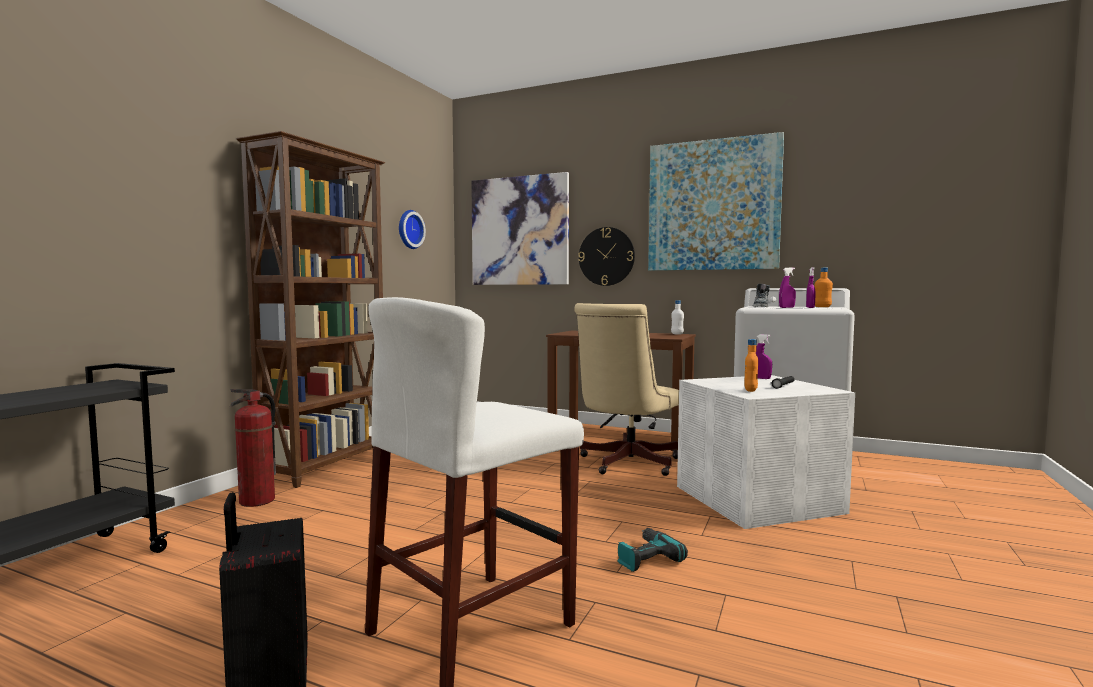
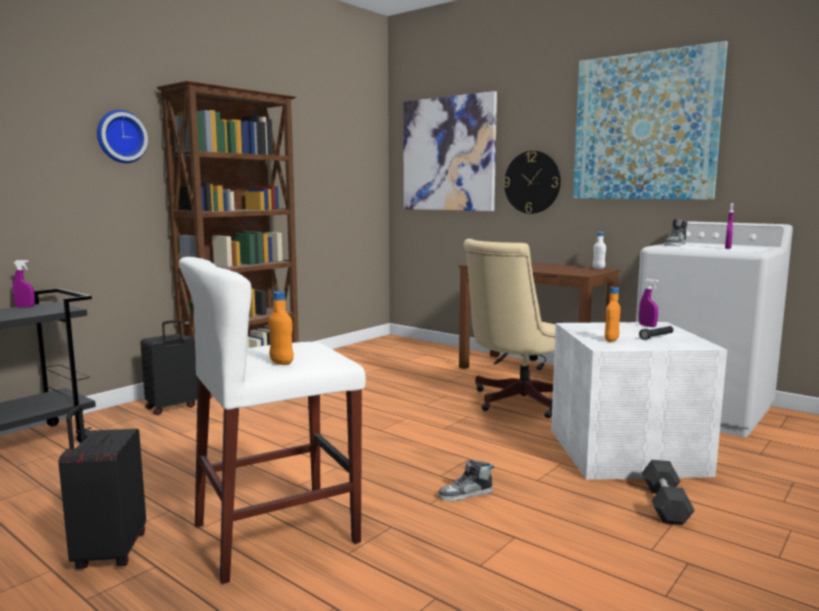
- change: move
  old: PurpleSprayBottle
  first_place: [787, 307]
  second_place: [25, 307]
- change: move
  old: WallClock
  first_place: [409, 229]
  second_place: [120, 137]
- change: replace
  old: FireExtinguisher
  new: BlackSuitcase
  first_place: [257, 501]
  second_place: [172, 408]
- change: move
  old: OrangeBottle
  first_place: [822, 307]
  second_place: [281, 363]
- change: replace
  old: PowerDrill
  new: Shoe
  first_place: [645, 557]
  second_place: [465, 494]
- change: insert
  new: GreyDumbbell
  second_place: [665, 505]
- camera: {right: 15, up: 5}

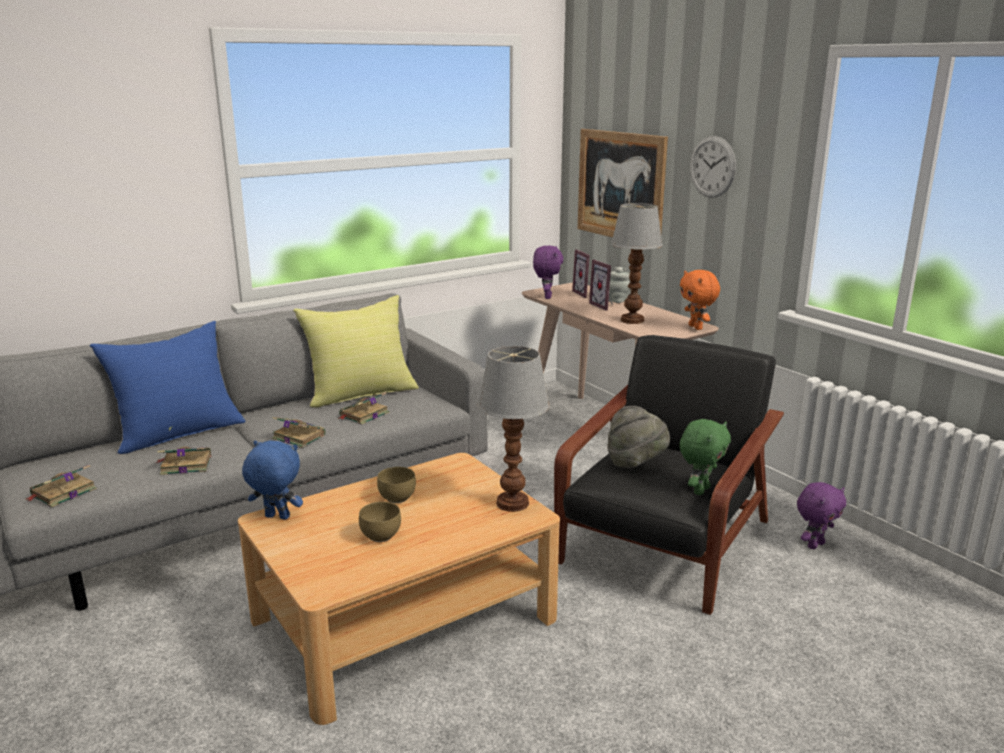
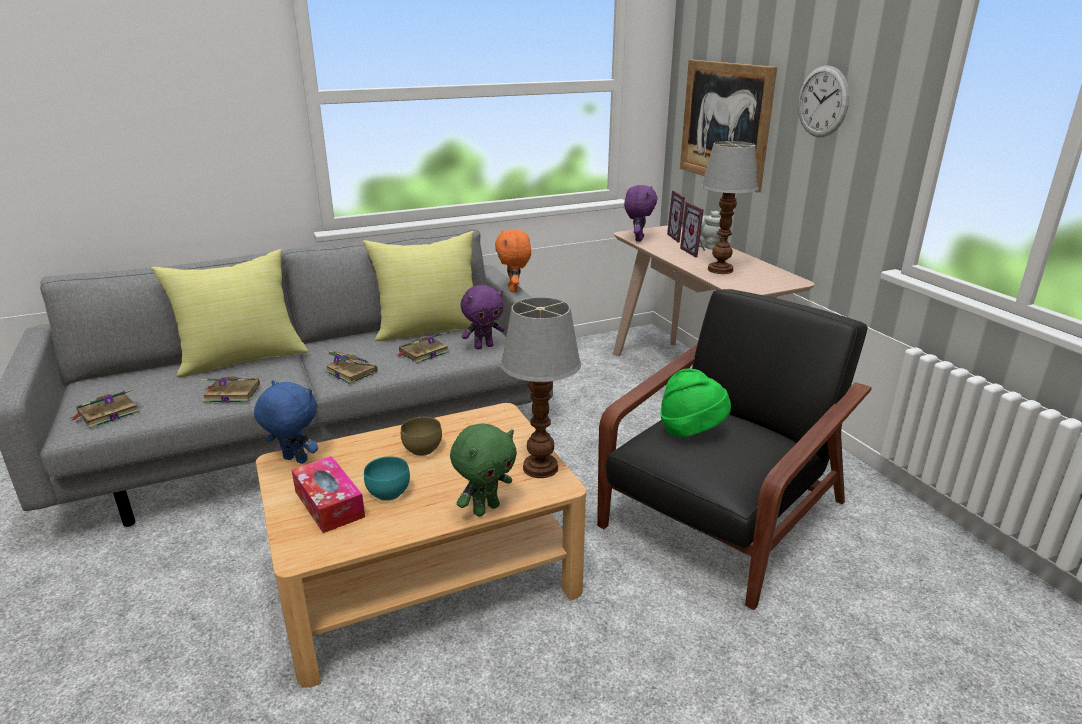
- change: recolor
  old: BluePillow
  new: YellowPillow
  first_place: [179, 433]
  second_place: [242, 358]
- change: insert
  new: TissueBox
  second_place: [329, 504]
- change: recolor
  old: BrownBowl
  new: TurquoiseBowl
  first_place: [380, 535]
  second_place: [389, 492]
- change: move
  old: GreenPlushToy
  first_place: [700, 490]
  second_place: [485, 509]
- change: move
  old: PurplePlushToy
  first_place: [815, 544]
  second_place: [483, 346]
- change: move
  old: OrangePlushToy
  first_place: [696, 327]
  second_place: [514, 289]
- change: recolor
  old: GreyHat
  new: GreenHat
  first_place: [636, 463]
  second_place: [691, 431]
- camera: {right: 10, up: 5}

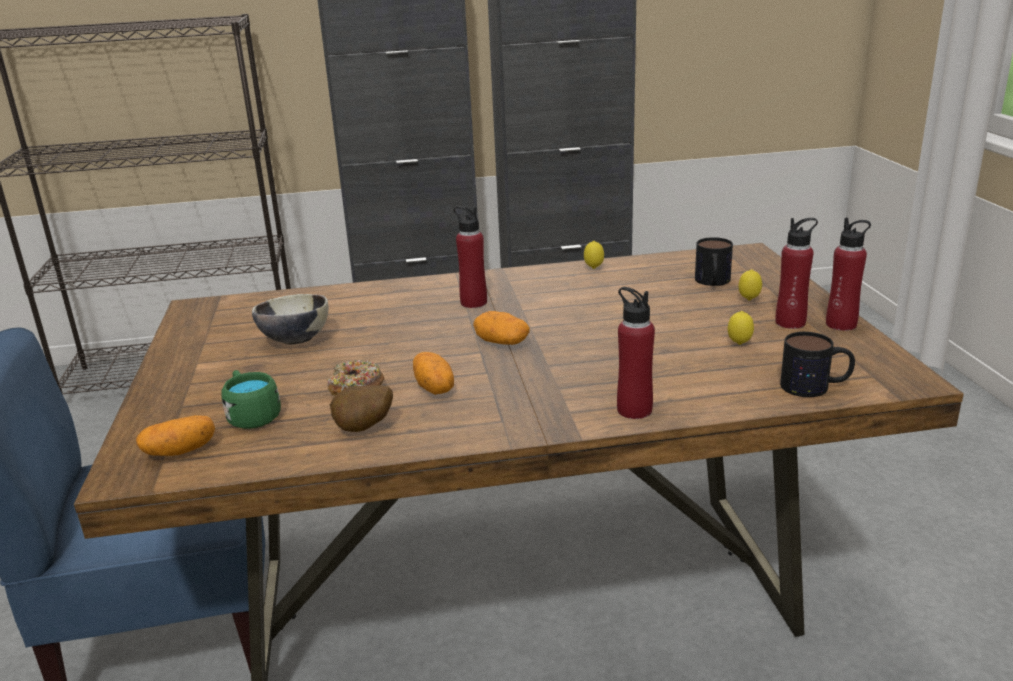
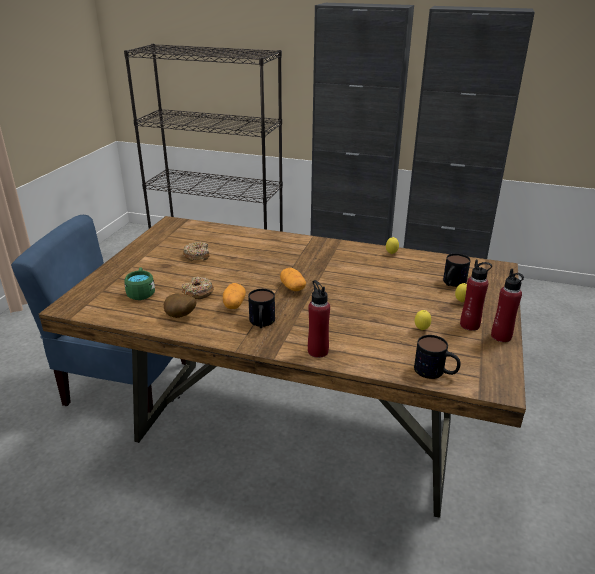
- change: replace
  old: Bowl
  new: Donut
  first_place: [295, 340]
  second_place: [197, 256]
- change: insert
  new: Mug
  second_place: [261, 323]
- change: delete
  old: Potato
  first_place: [180, 451]
- change: delete
  old: RedBottle
  first_place: [473, 302]
- camera: {right: 25, up: 5}

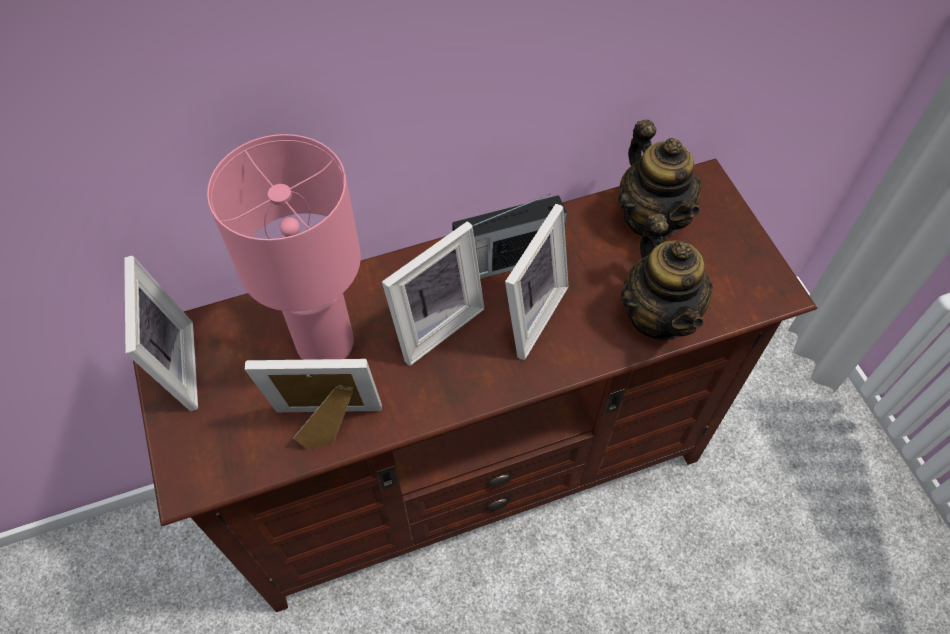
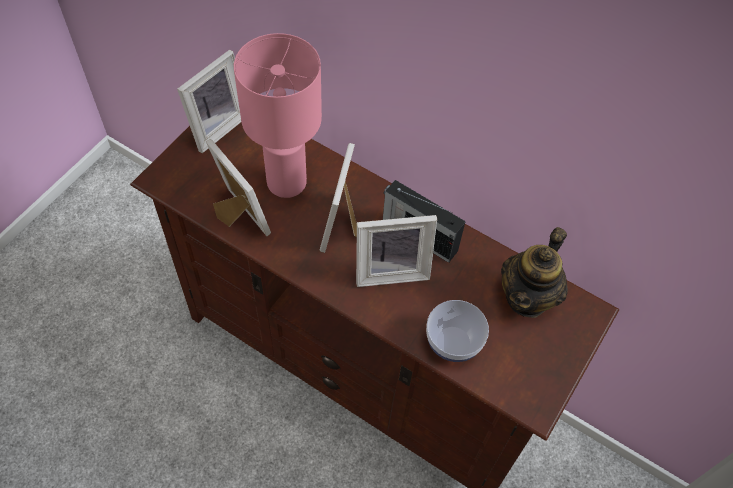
- change: rotate
  old: PictureFrame
  first_place: [433, 323]
  second_place: [343, 225]
  degrees: 90
- change: replace
  old: Teapot
  new: Bowl
  first_place: [658, 315]
  second_place: [453, 343]
- camera: {right: 50, up: 0}

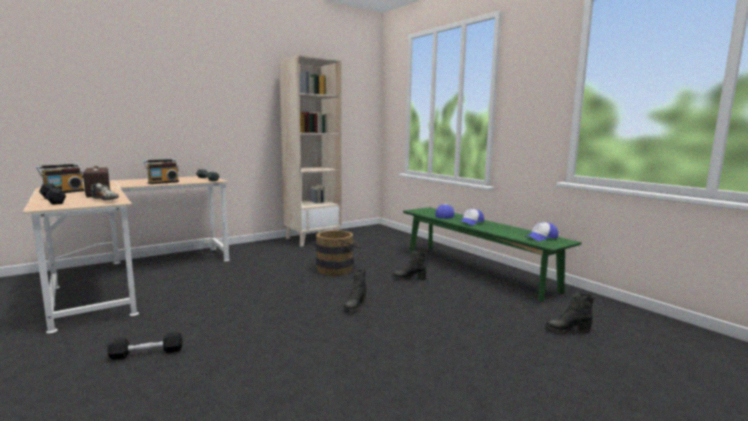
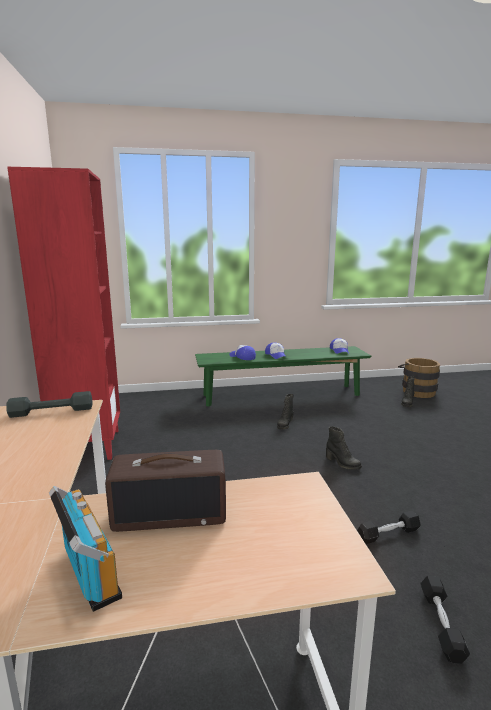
- change: recolor
  old: BeigeBookcase
  new: RedBookcase
  first_place: [312, 239]
  second_place: [88, 445]
- change: move
  old: BlackDumbbell
  first_place: [53, 200]
  second_place: [388, 534]
- change: move
  old: BrownBucket
  first_place: [338, 269]
  second_place: [417, 391]
- change: delete
  old: Shoe
  first_place: [105, 200]
- change: delete
  old: Radio
  first_place: [163, 182]
- camera: {right: -65, up: 5}

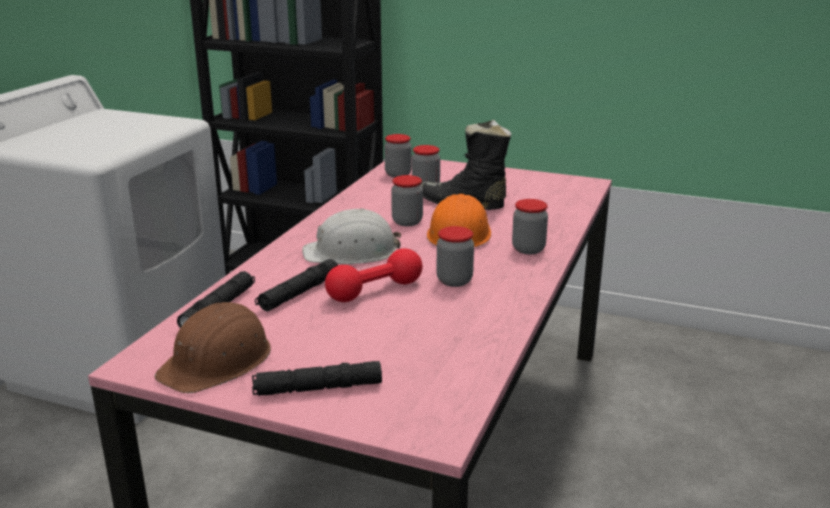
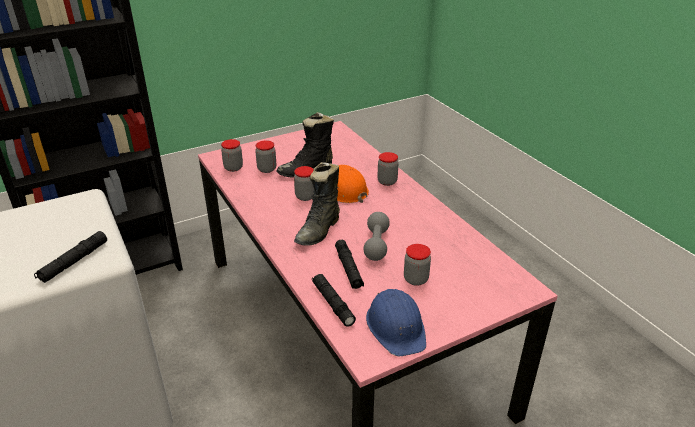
- change: move
  old: BlackFlashlight
  first_place: [317, 388]
  second_place: [74, 262]
- change: replace
  old: WhiteHardHat
  new: BlackBoot
  first_place: [351, 252]
  second_place: [319, 230]
- change: recolor
  old: RedDumbbell
  new: GreyDumbbell
  first_place: [375, 291]
  second_place: [376, 244]
- change: recolor
  old: BrownHardHat
  new: BlueHardHat
  first_place: [218, 361]
  second_place: [396, 327]
- change: move
  old: Jar
  first_place: [454, 280]
  second_place: [416, 279]
- camera: {right: -50, up: 10}

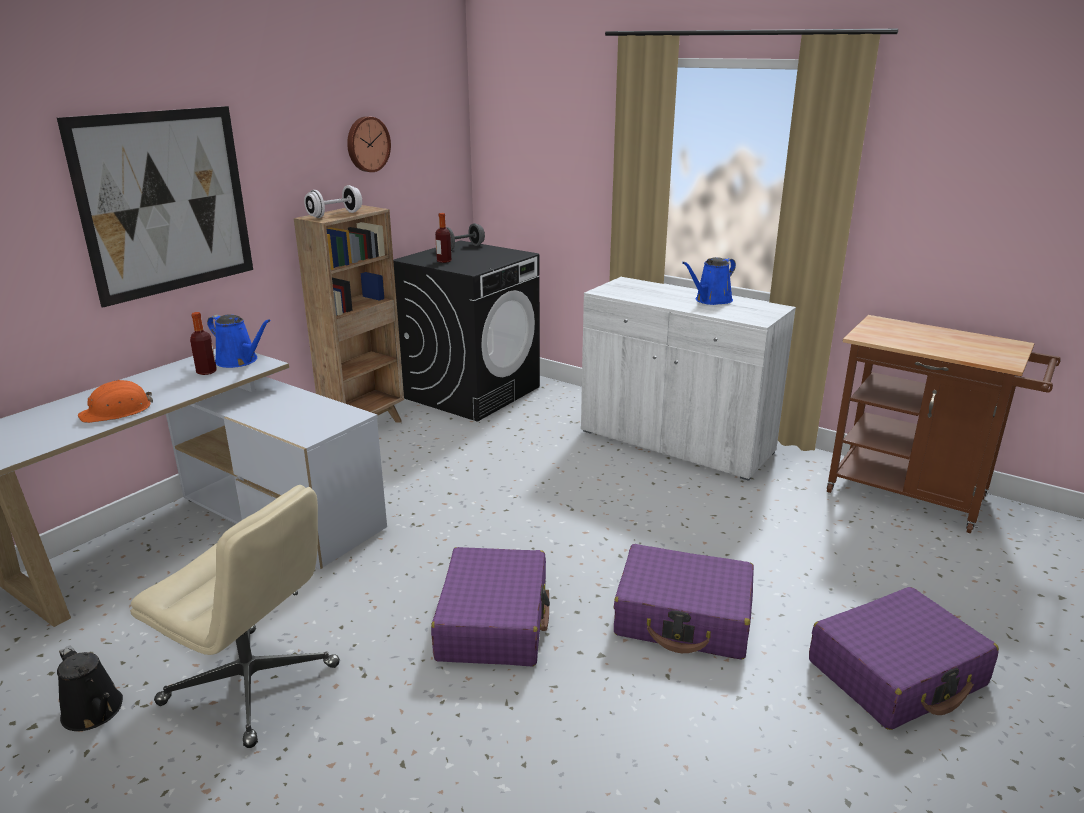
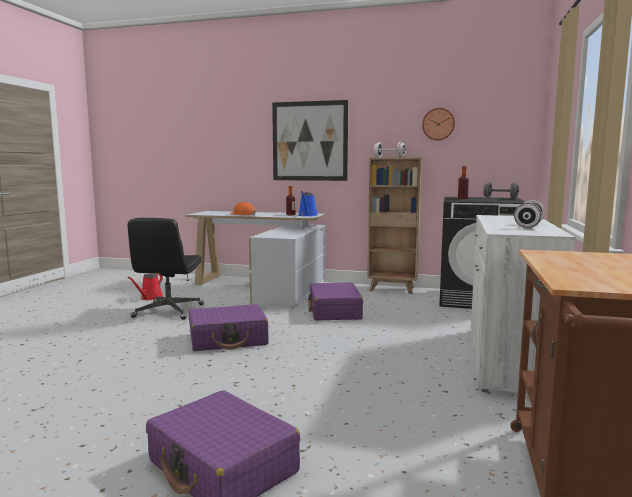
- change: recolor
  old: BlackWateringCan
  new: RedWateringCan
  first_place: [95, 712]
  second_place: [150, 298]
- change: recolor
  old: BeigeOfficeChair
  new: BlackOfficeChair
  first_place: [253, 685]
  second_place: [168, 311]
- change: move
  old: PurpleSuitcase
  first_place: [683, 617]
  second_place: [334, 311]
- change: replace
  old: BlueWateringCan
  new: WhiteDumbbell
  first_place: [711, 300]
  second_place: [528, 226]
- camera: {right: 70, up: -15}

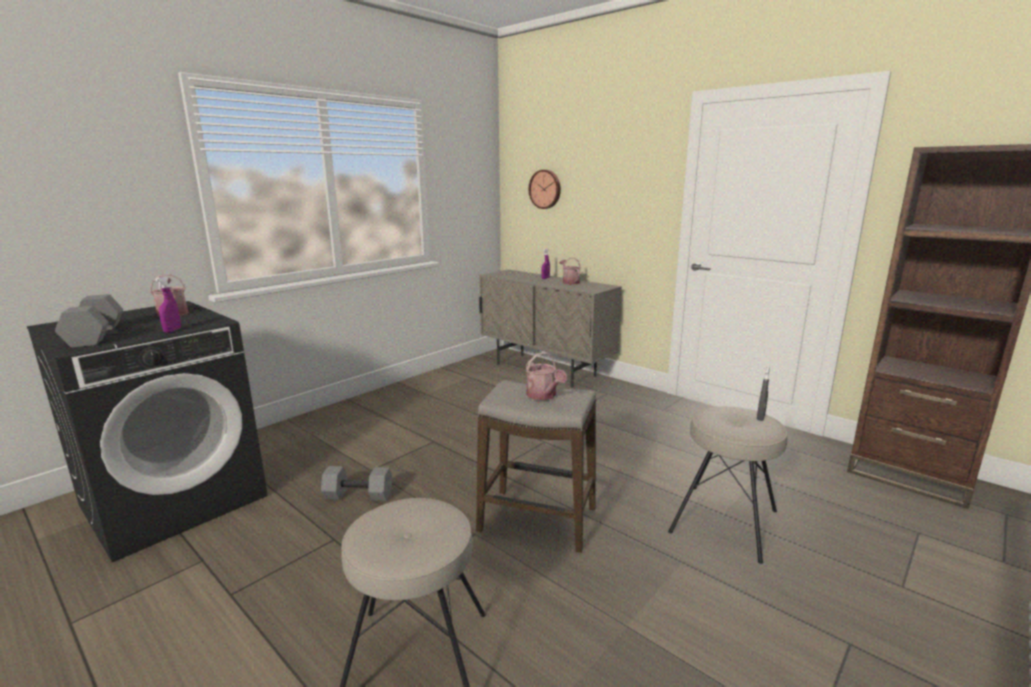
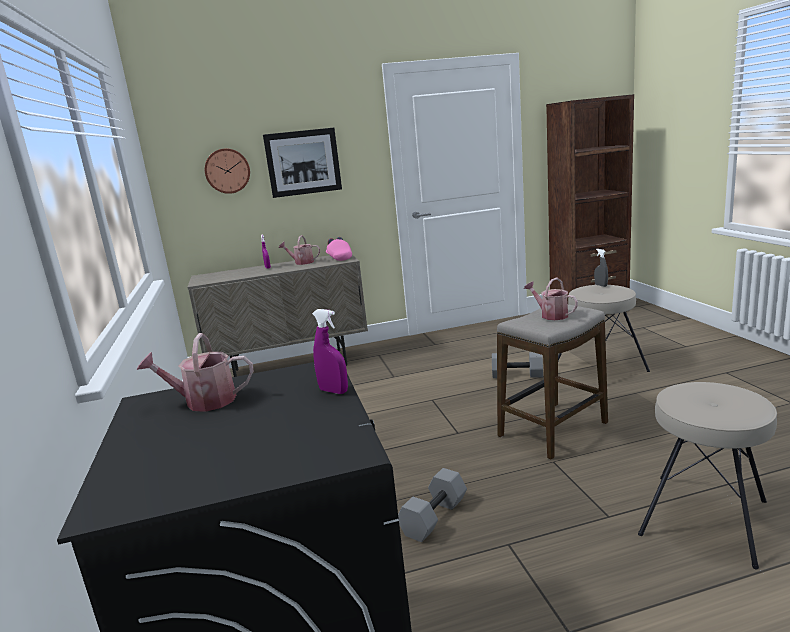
- change: insert
  new: Picture
  second_place: [303, 162]
- change: insert
  new: PinkCap
  second_place: [339, 258]
- change: move
  old: GreyDumbbell
  first_place: [94, 336]
  second_place: [517, 375]
- change: rotate
  old: WateringCan
  first_place: [543, 396]
  second_place: [551, 315]
  degrees: -135
- camera: {right: -55, up: 0}

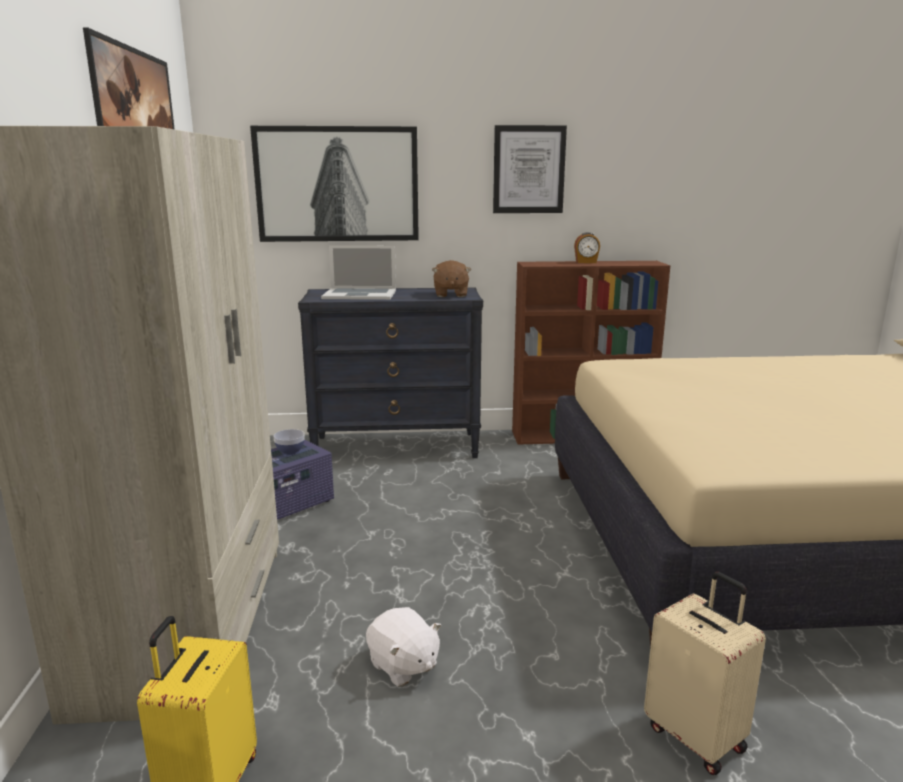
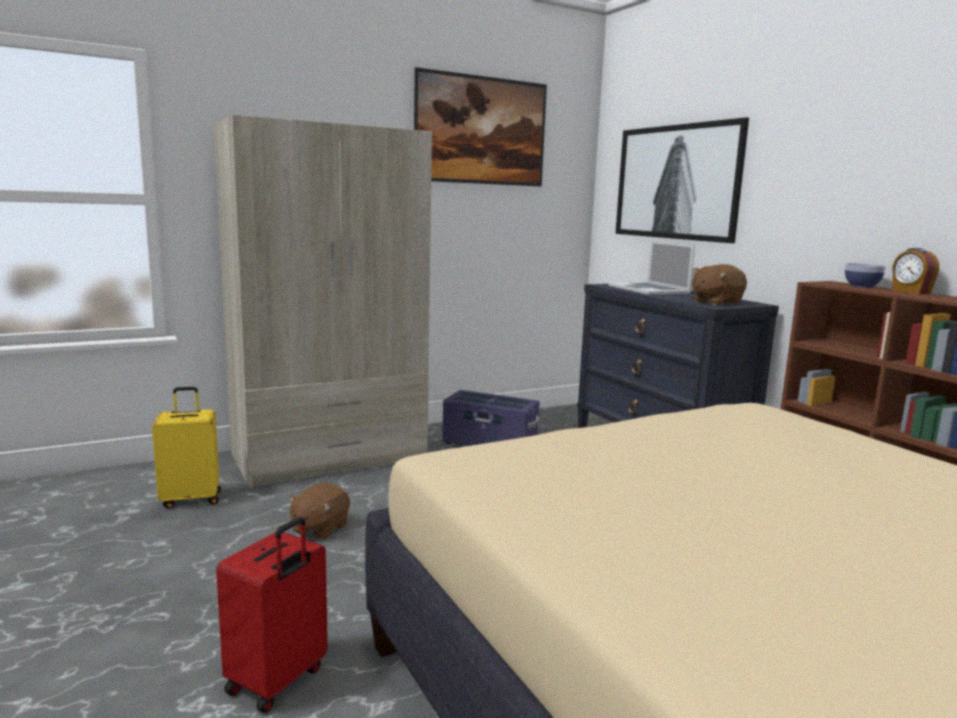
- change: recolor
  old: BeigeSuitcase
  new: RedSuitcase
  first_place: [696, 736]
  second_place: [278, 681]
- change: recolor
  old: WhitePlushToy
  new: BrownPlushToy
  first_place: [403, 665]
  second_place: [319, 529]
- change: move
  old: Bowl
  first_place: [290, 451]
  second_place: [861, 286]
- change: delete
  old: Picture
  first_place: [529, 170]
- camera: {right: 65, up: -5}

